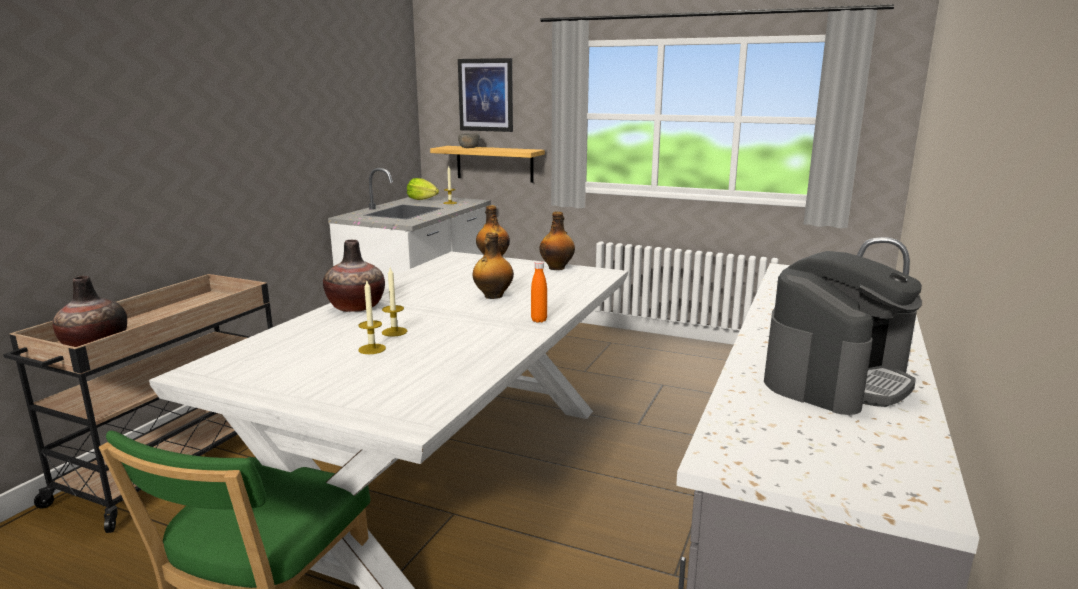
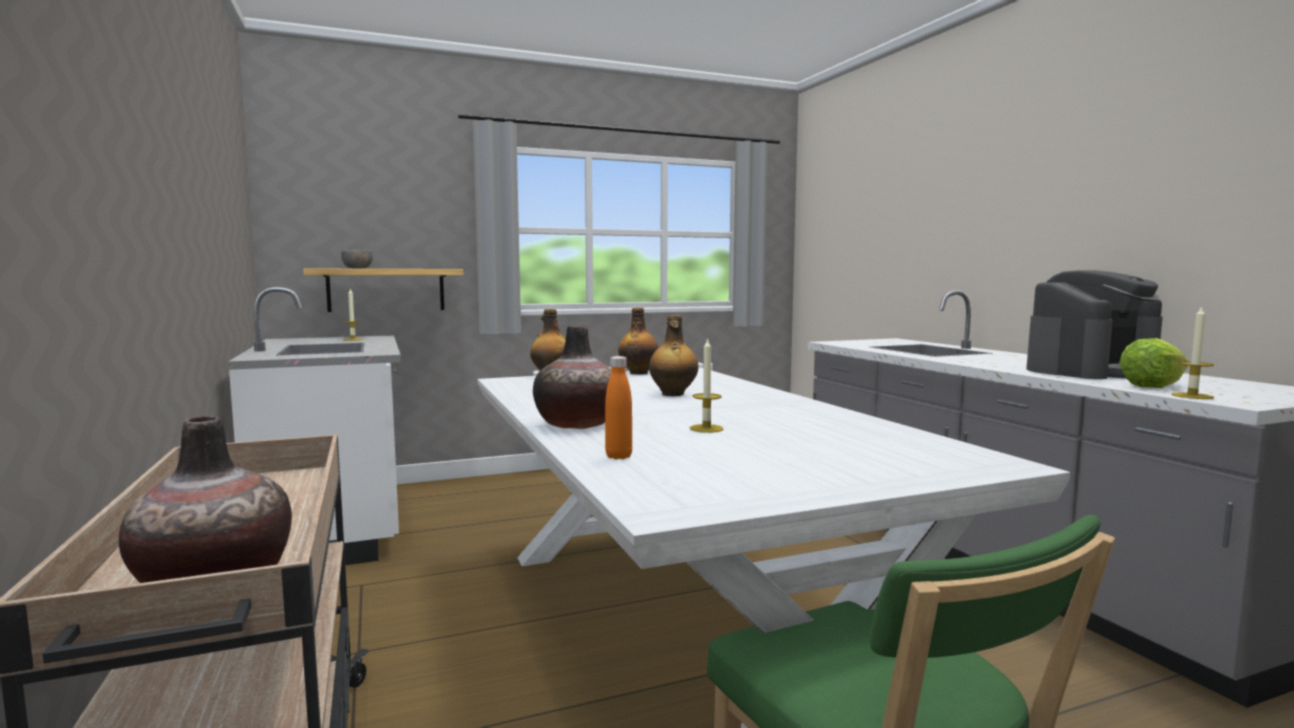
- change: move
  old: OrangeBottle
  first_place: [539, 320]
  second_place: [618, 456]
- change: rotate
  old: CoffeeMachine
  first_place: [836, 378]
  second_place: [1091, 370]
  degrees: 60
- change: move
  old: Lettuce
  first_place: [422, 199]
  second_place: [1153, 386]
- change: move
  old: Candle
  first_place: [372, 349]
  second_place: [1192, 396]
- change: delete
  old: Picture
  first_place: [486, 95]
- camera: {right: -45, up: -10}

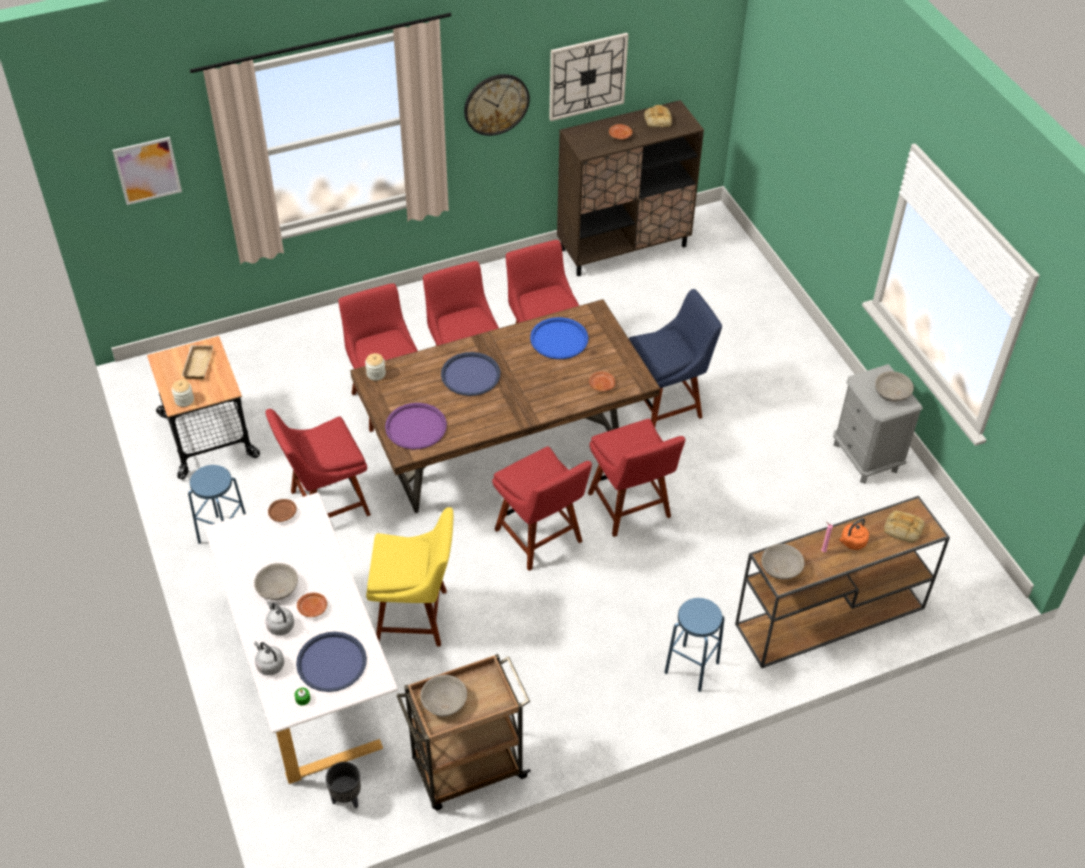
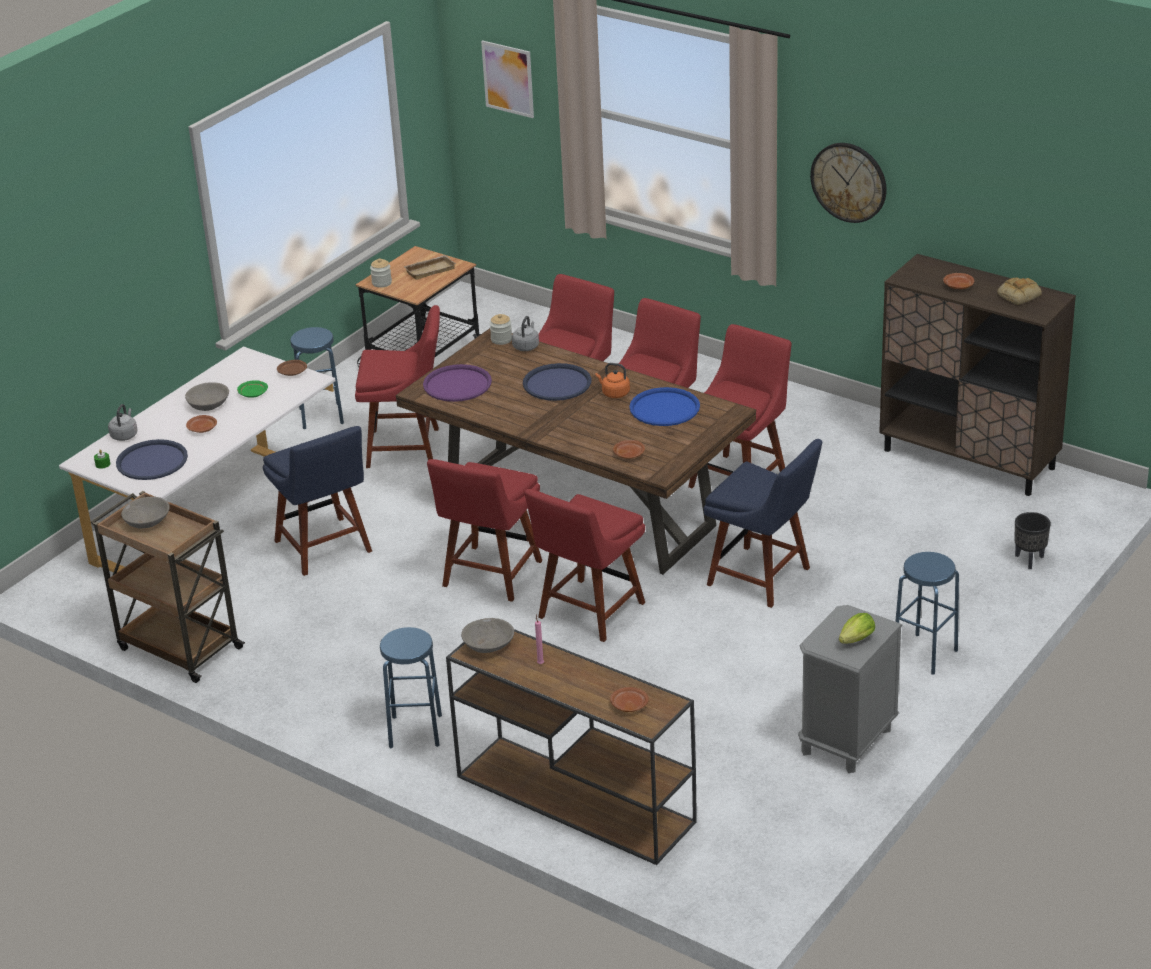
- change: insert
  new: GreenPlate
  second_place: [252, 393]
- change: recolor
  old: YellowChair
  new: BlueChair
  first_place: [416, 616]
  second_place: [325, 549]
- change: rotate
  old: RedChair
  first_place: [326, 504]
  second_place: [408, 447]
  degrees: 150
- change: move
  old: GreyKettle
  first_place: [280, 625]
  second_place: [526, 346]
- change: move
  old: OrangeKettle
  first_place: [852, 542]
  second_place: [614, 393]
- change: replace
  old: Bread
  new: BrownPlate
  first_place: [902, 529]
  second_place: [628, 705]
- change: replace
  old: GreyBowl
  new: Lettuce
  first_place: [892, 392]
  second_place: [855, 641]
- change: insert
  new: BlueStool
  second_place: [924, 654]
- change: move
  old: BlackPlanter
  first_place: [346, 798]
  second_place: [1029, 560]
- change: delete
  old: WallClock
  first_place: [587, 76]
- camera: {right: 60, up: -15}

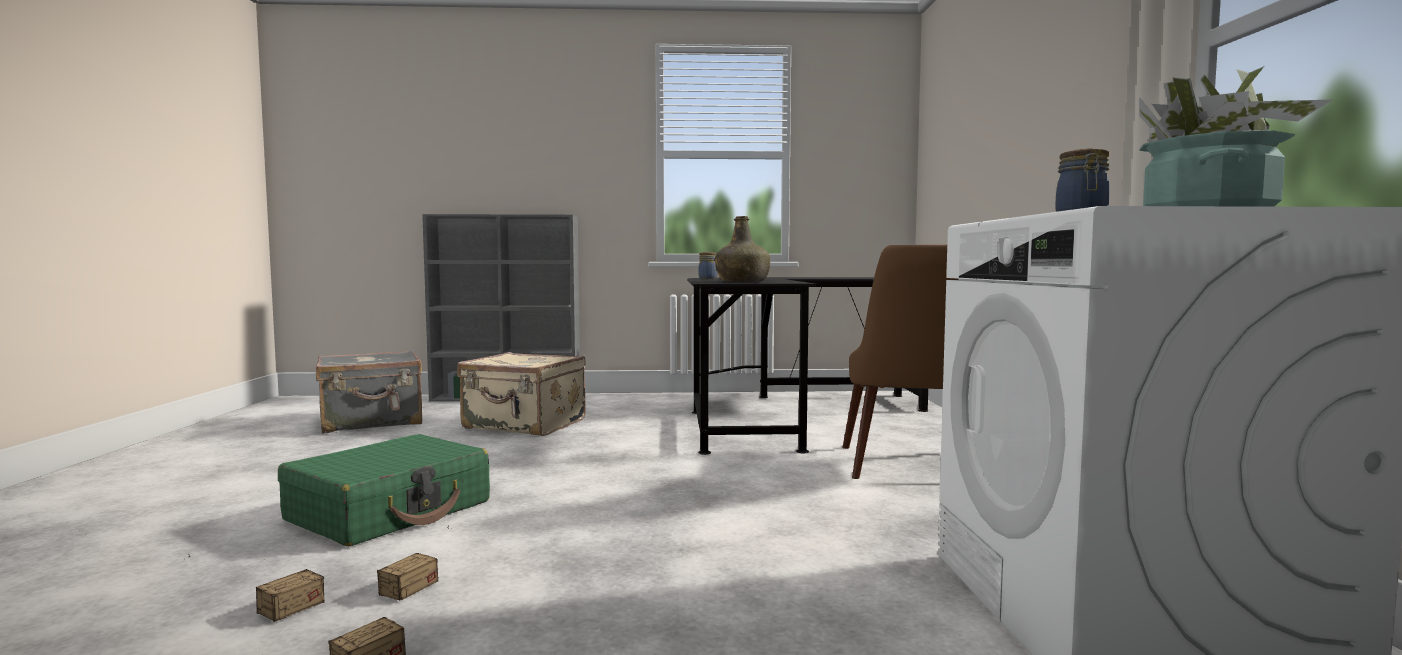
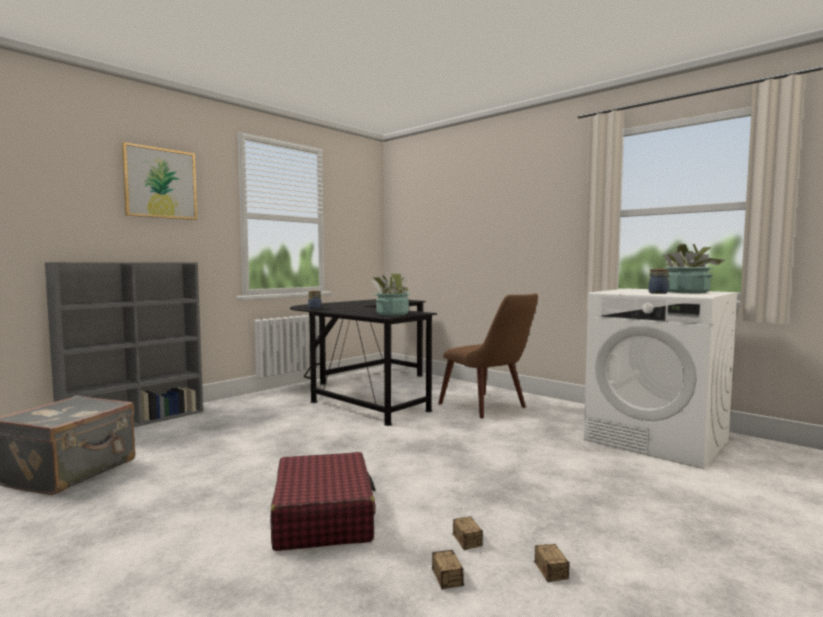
- change: insert
  new: Picture
  second_place: [160, 183]
- change: recolor
  old: GreenSuitcase
  new: RedSuitcase
  first_place: [391, 511]
  second_place: [323, 516]
- change: replace
  old: GreenBottle
  new: PottedPlant
  first_place: [742, 282]
  second_place: [392, 314]
- change: delete
  old: BeigeSuitcase
  first_place: [524, 425]
- camera: {right: -45, up: 0}

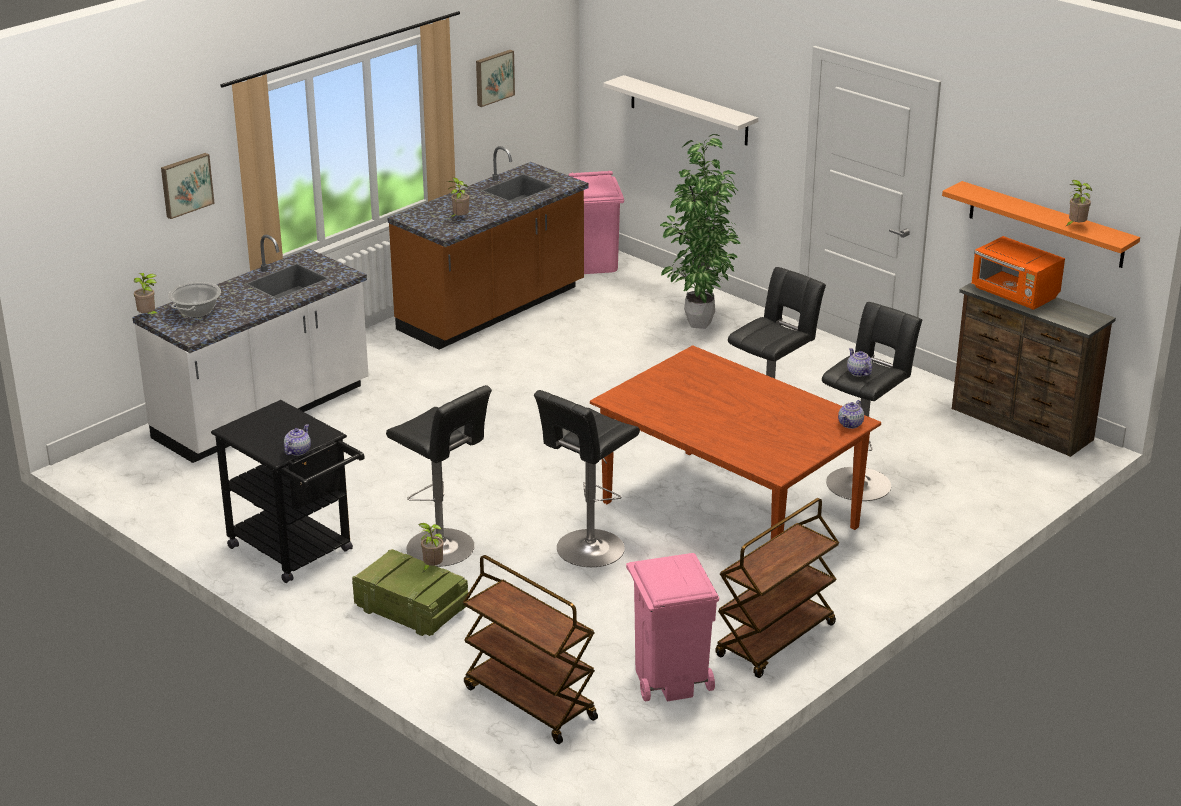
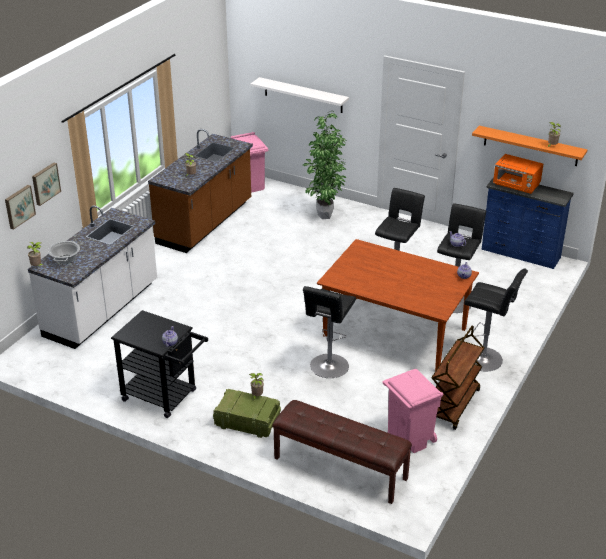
- change: move
  old: Picture
  first_place: [493, 77]
  second_place: [19, 206]
- change: replace
  old: BrownCart
  new: BrownBench
  first_place: [528, 703]
  second_place: [339, 468]
- change: move
  old: BlackStool
  first_place: [444, 549]
  second_place: [486, 360]
- change: recolor
  old: BrownDresser
  new: BlueDresser
  first_place: [1021, 425]
  second_place: [521, 254]
- camera: {right: -15, up: 5}

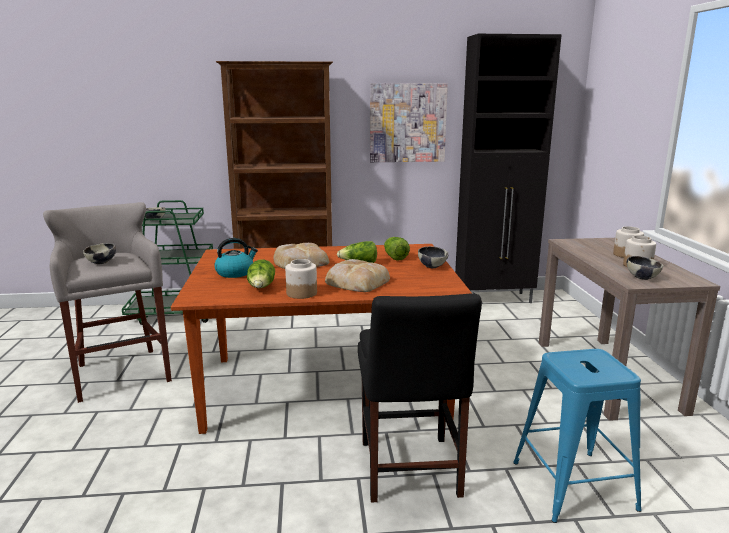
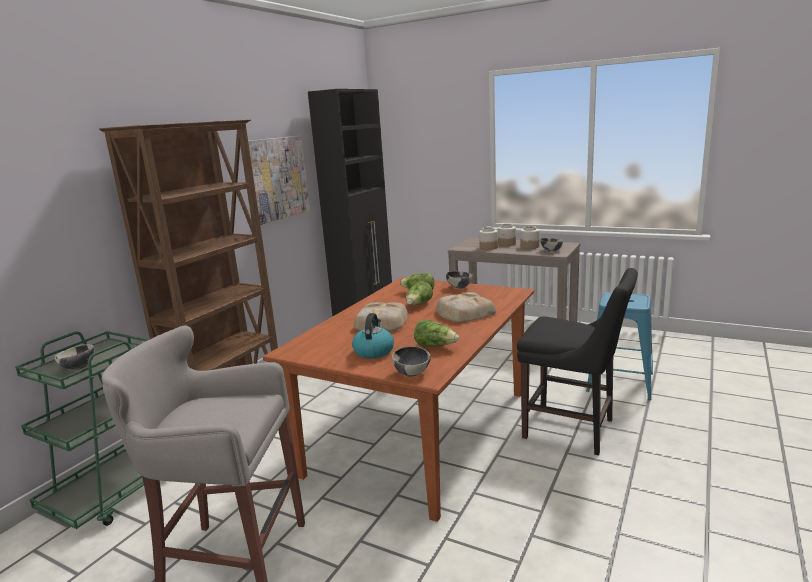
- change: move
  old: Bowl
  first_place: [102, 262]
  second_place: [412, 373]
- change: move
  old: Jar
  first_place: [301, 293]
  second_place: [488, 247]
- camera: {right: -55, up: 0}

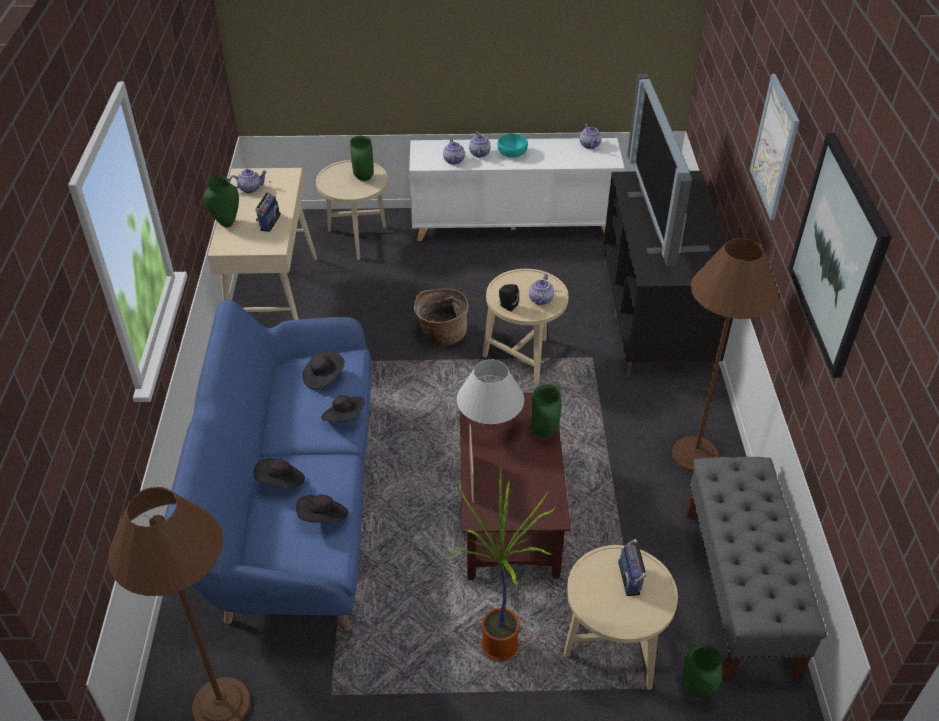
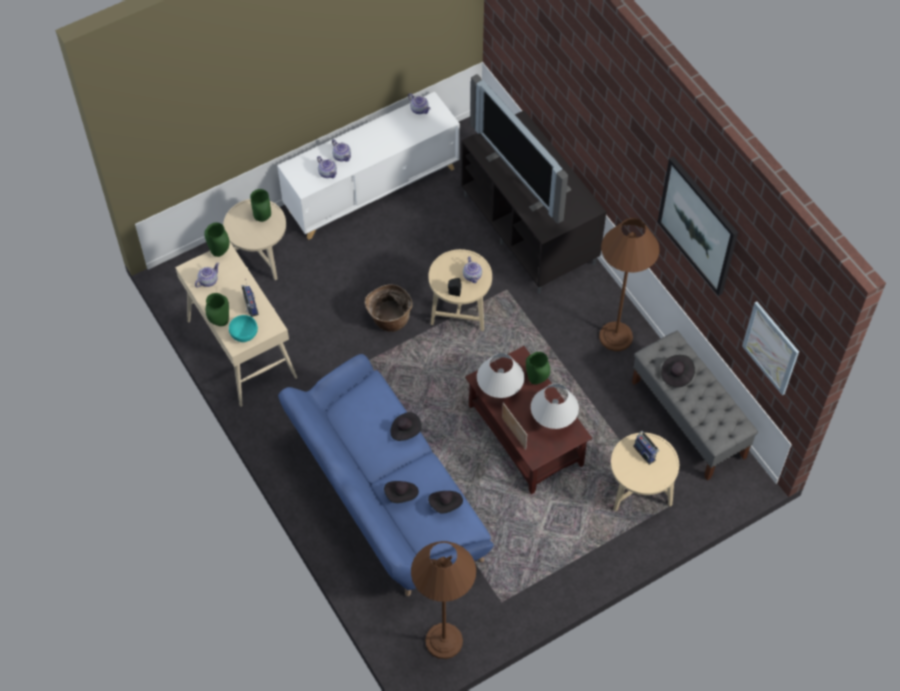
- change: move
  old: GreenVase
  first_place: [696, 689]
  second_place: [220, 252]
- change: move
  old: TurquoiseBowl
  first_place: [511, 153]
  second_place: [243, 333]
- change: insert
  new: WhiteTableLamp
  second_place: [553, 420]
- change: move
  old: BlackHat
  first_place: [323, 378]
  second_place: [676, 375]
- change: move
  old: Picture
  first_place: [774, 147]
  second_place: [770, 348]
- change: delete
  old: PottedPlant
  first_place: [499, 648]
- camera: {right: -30, up: 15}

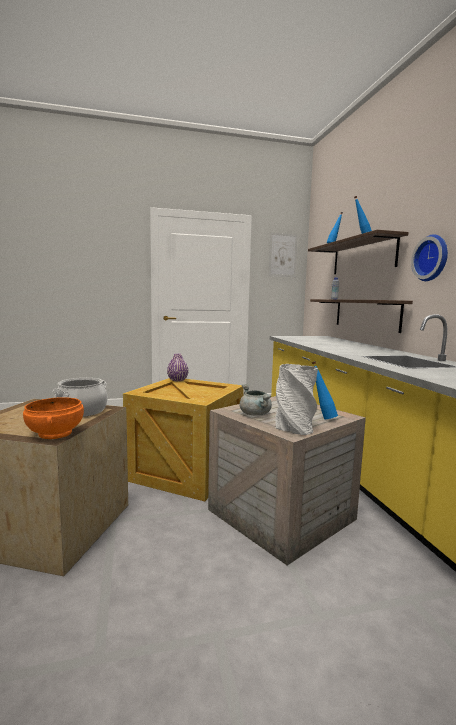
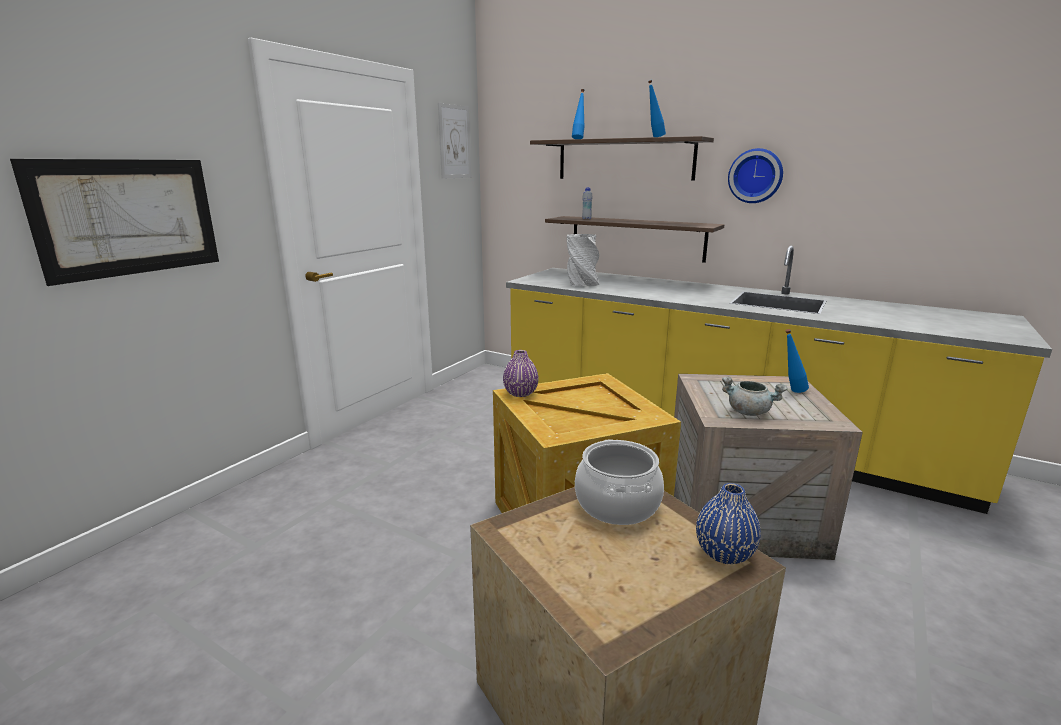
- change: insert
  new: Picture
  second_place: [129, 217]
- change: move
  old: GreyVase
  first_place: [294, 427]
  second_place: [582, 283]
- change: replace
  old: OrangeBowl
  new: BlueVase
  first_place: [56, 433]
  second_place: [724, 553]
- camera: {right: -45, up: 10}

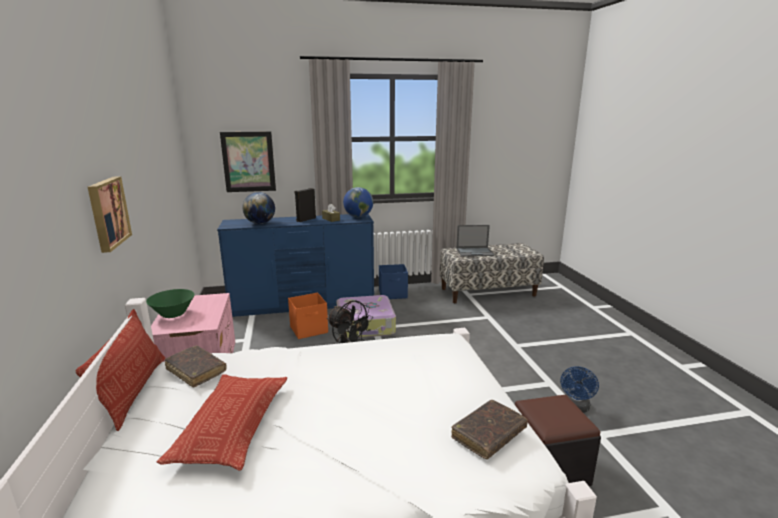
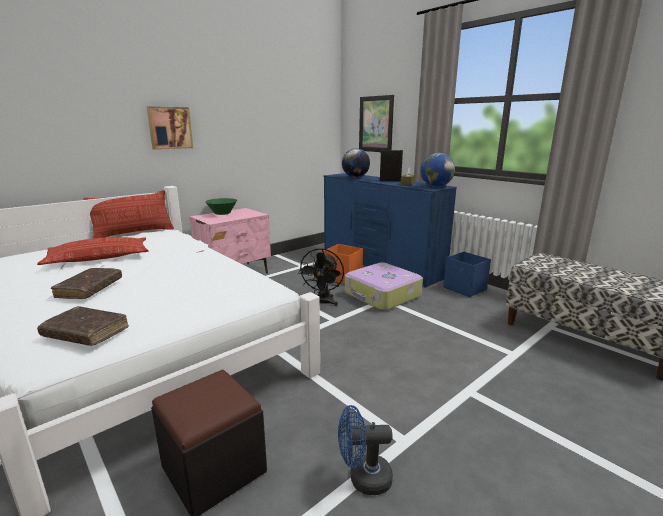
- change: move
  old: BrownBook
  first_place: [196, 371]
  second_place: [90, 289]
- change: delete
  old: Laptop
  first_place: [475, 252]
- camera: {right: 60, up: 0}

